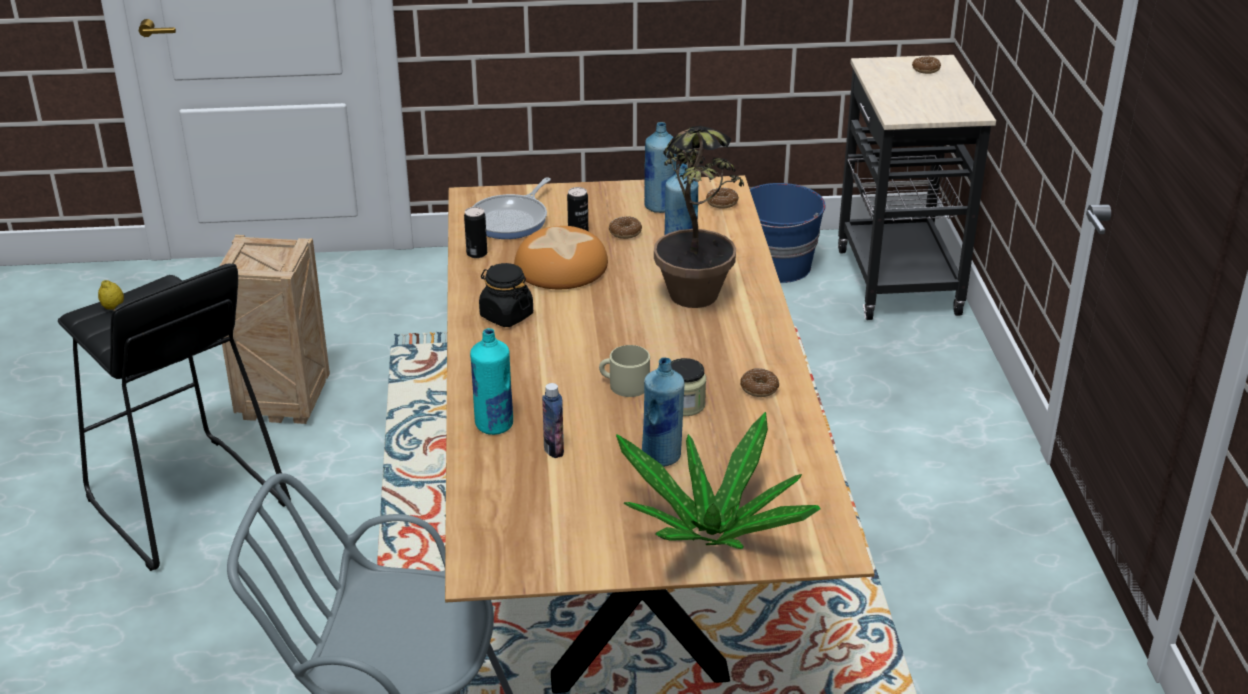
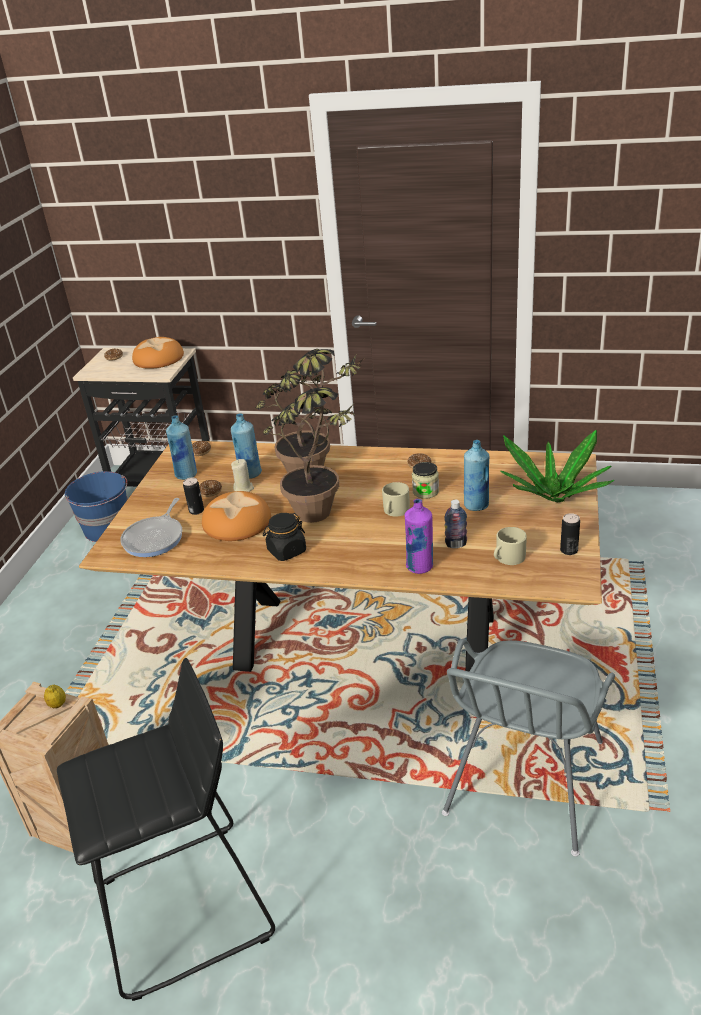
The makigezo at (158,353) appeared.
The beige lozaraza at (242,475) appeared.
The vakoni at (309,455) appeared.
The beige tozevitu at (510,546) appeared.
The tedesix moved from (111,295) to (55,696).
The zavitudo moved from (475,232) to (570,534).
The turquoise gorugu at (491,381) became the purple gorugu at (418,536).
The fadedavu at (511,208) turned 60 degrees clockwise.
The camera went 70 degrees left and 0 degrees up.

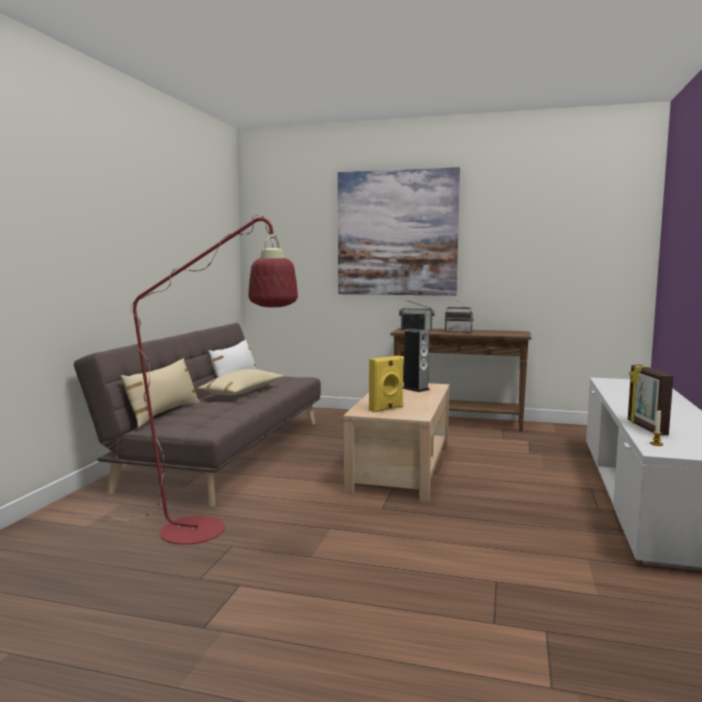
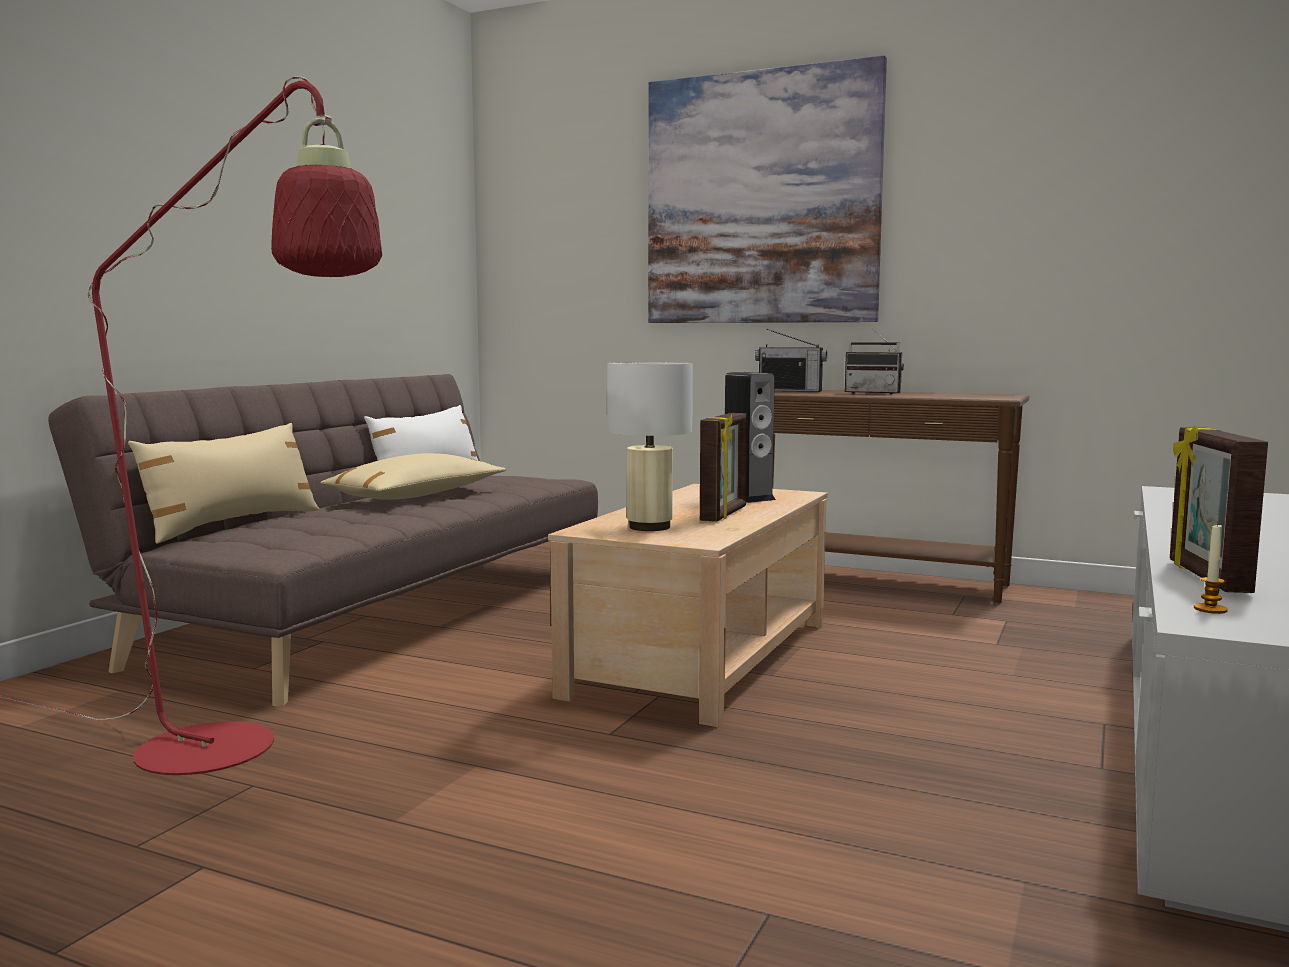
The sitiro at (723,467) appeared.
The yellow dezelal at (386,384) was replaced by the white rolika at (650,446).
The camera went 10 degrees right and 0 degrees up.

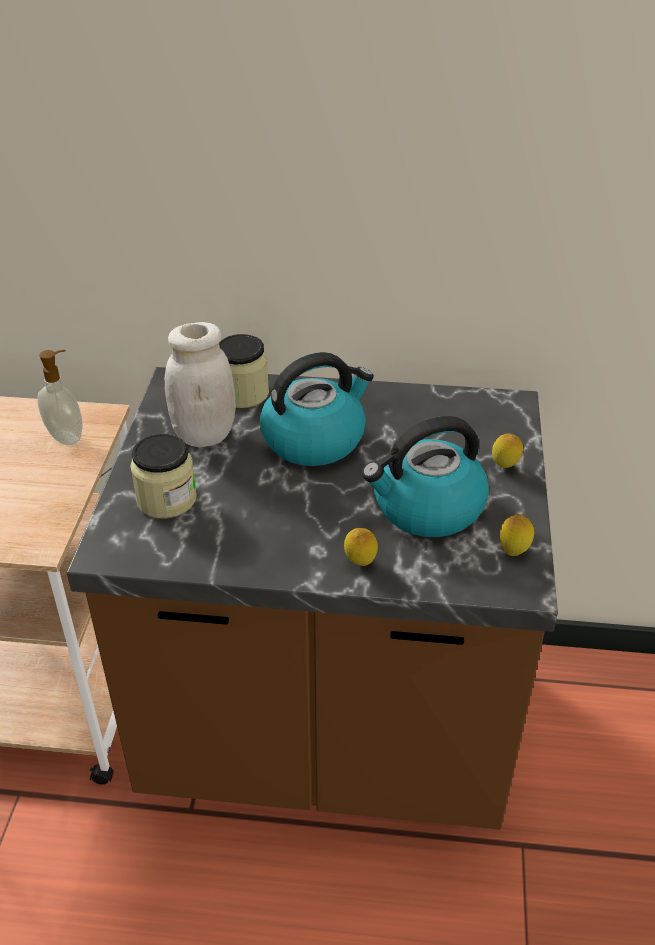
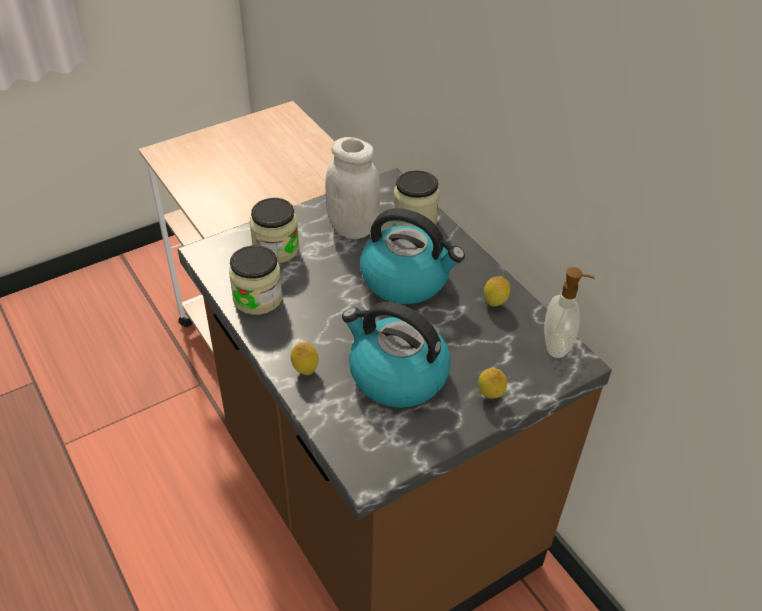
The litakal at (255,280) appeared.
The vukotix moved from (60,397) to (569,312).
The tedesix moved from (517,535) to (497,291).
The camera went 50 degrees right and 5 degrees up.

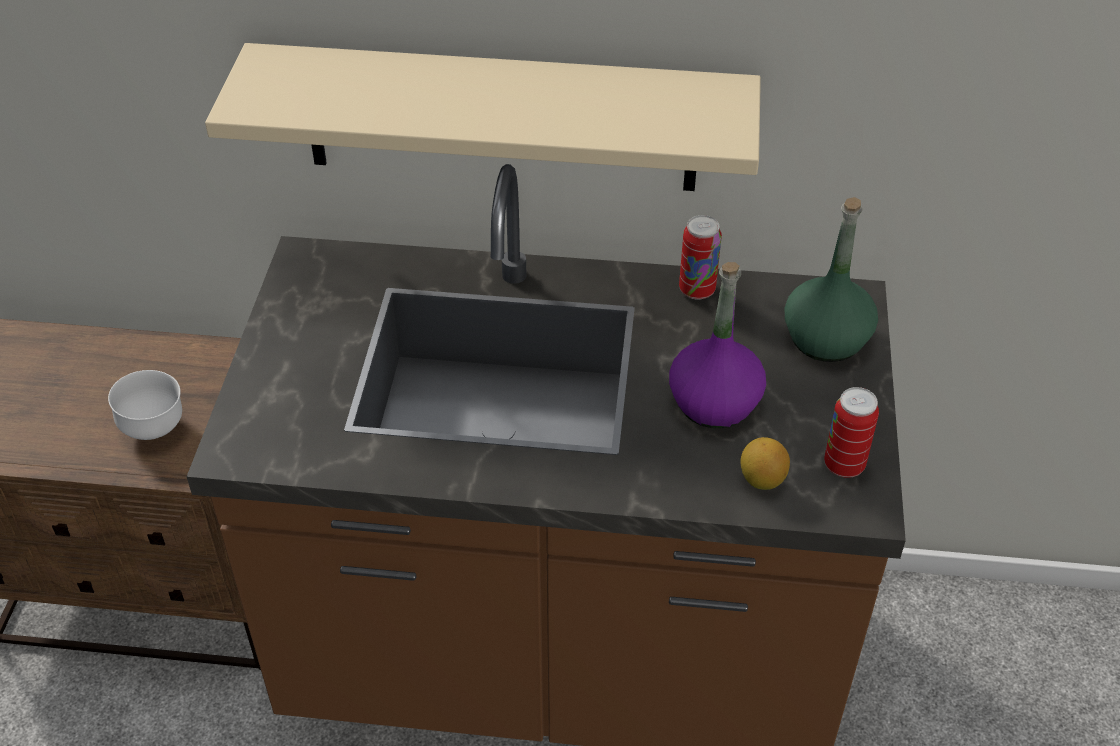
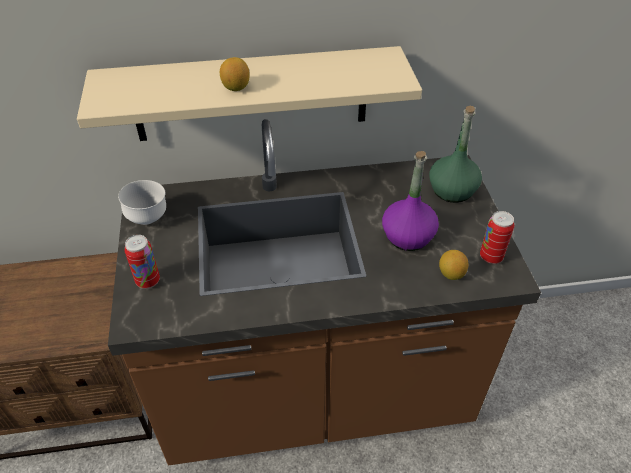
The tedesix at (235,74) appeared.
The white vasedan moved from (145,405) to (142,202).
The zavitudo moved from (700,257) to (142,262).
The camera went 15 degrees left and 0 degrees up.

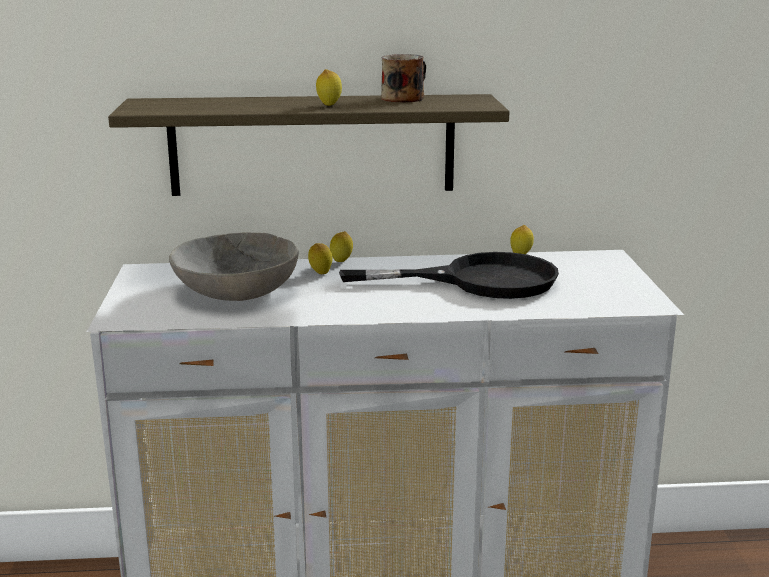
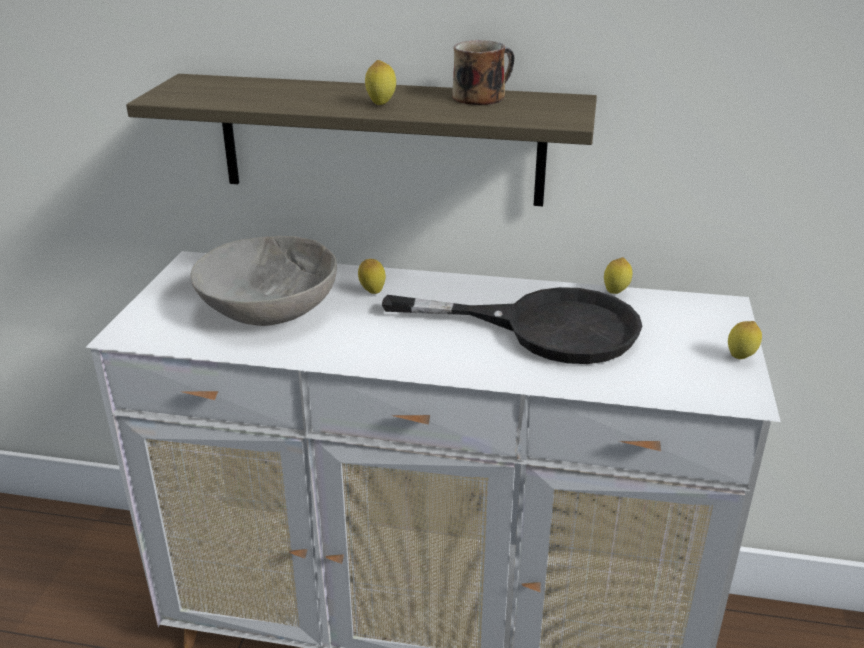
The tedesix moved from (341,246) to (745,340).
The camera went 15 degrees right and 10 degrees up.

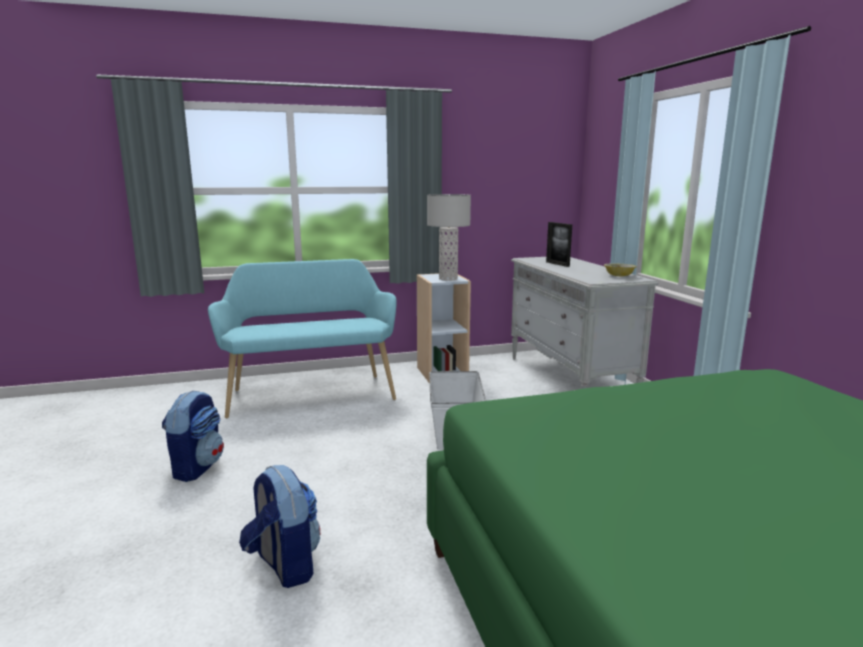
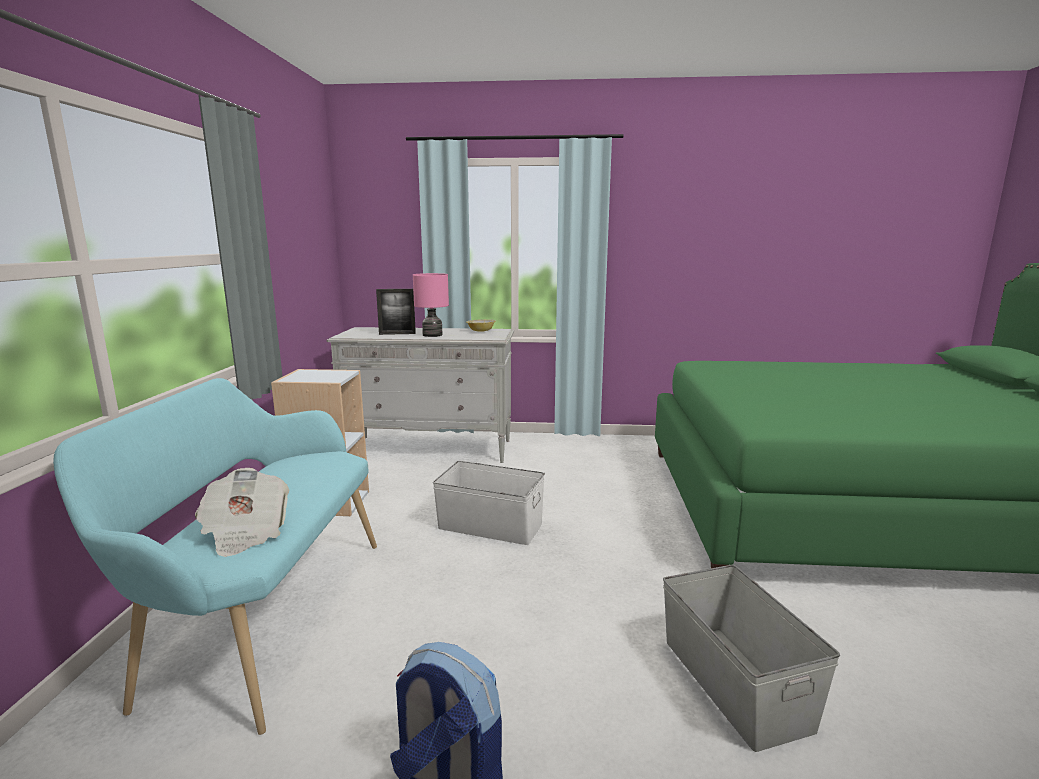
The white rolika at (449,237) disappeared.
The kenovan at (242,512) appeared.
The pink rolika at (431,305) appeared.
The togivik at (280,526) was replaced by the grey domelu at (751,658).
The camera went 70 degrees left and 0 degrees up.

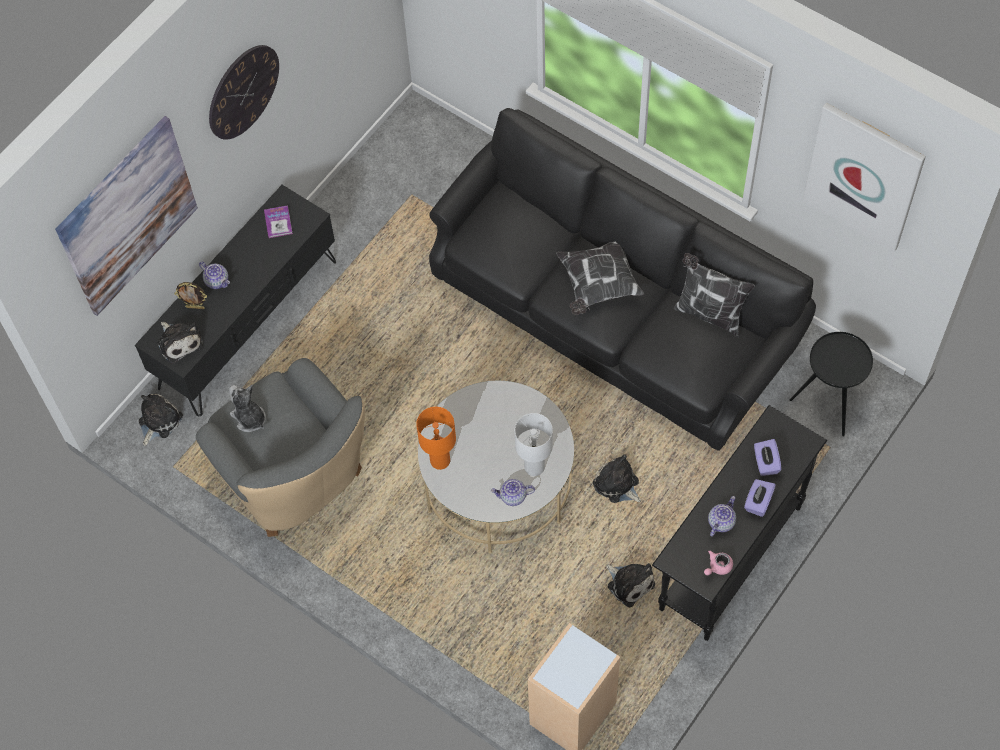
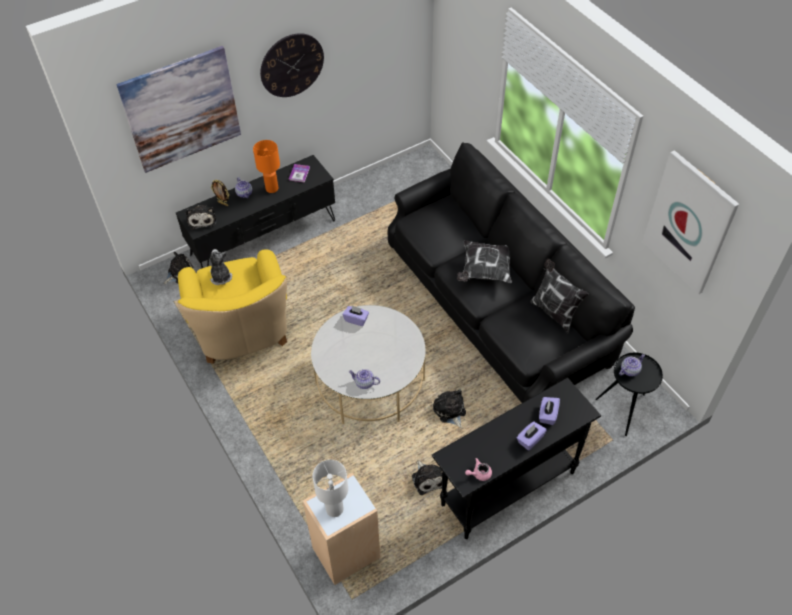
The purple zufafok at (356,315) appeared.
The orange rolika moved from (436,438) to (266,166).
The white rolika moved from (534,444) to (330,488).
The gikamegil moved from (722,516) to (632,365).
The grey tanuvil at (280,447) became the yellow tanuvil at (232,306).
The camera went 20 degrees right and 10 degrees down.

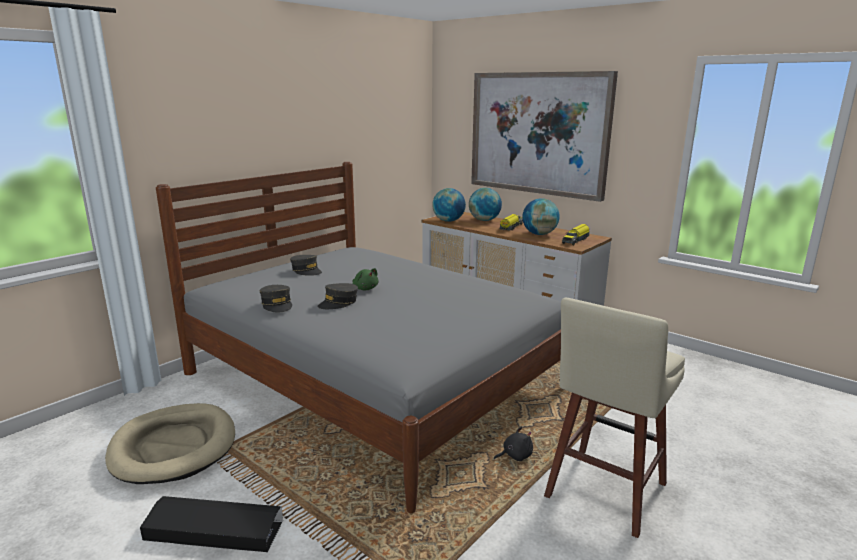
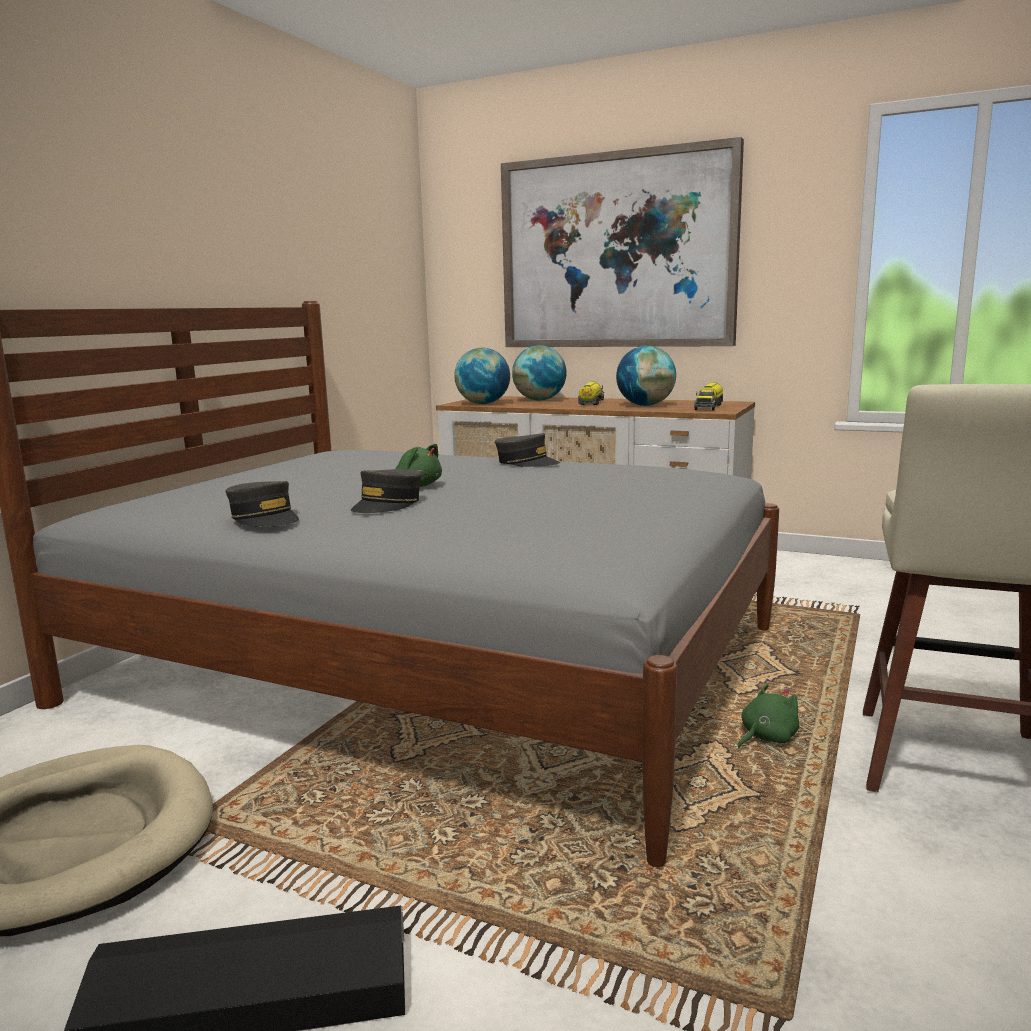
The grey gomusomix moved from (306,265) to (527,450).
The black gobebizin at (513,444) became the green gobebizin at (769,715).
The camera went 15 degrees left and 5 degrees down.

